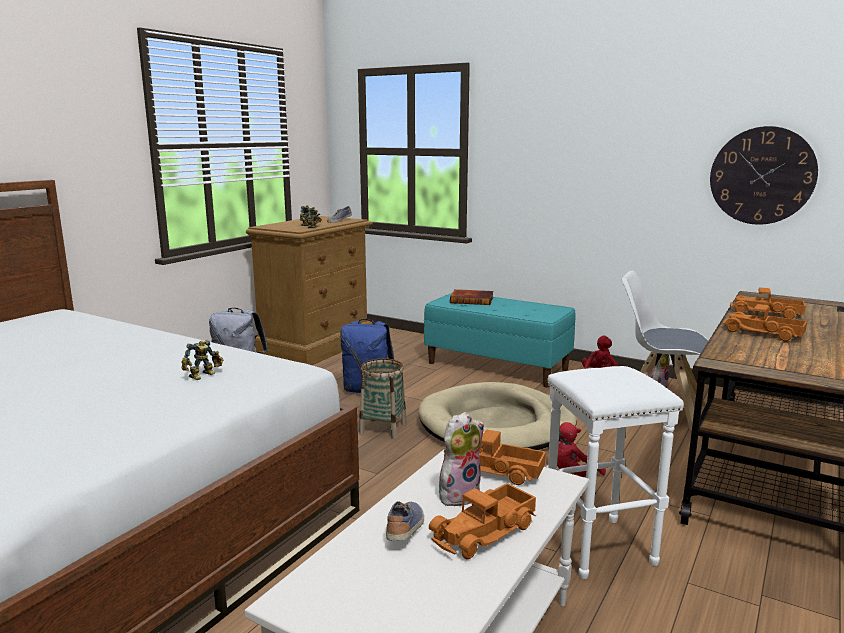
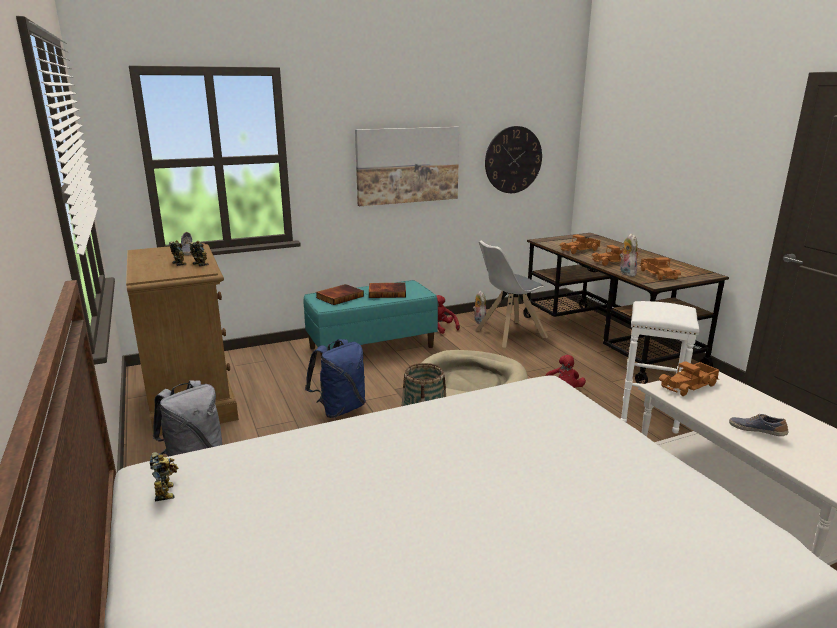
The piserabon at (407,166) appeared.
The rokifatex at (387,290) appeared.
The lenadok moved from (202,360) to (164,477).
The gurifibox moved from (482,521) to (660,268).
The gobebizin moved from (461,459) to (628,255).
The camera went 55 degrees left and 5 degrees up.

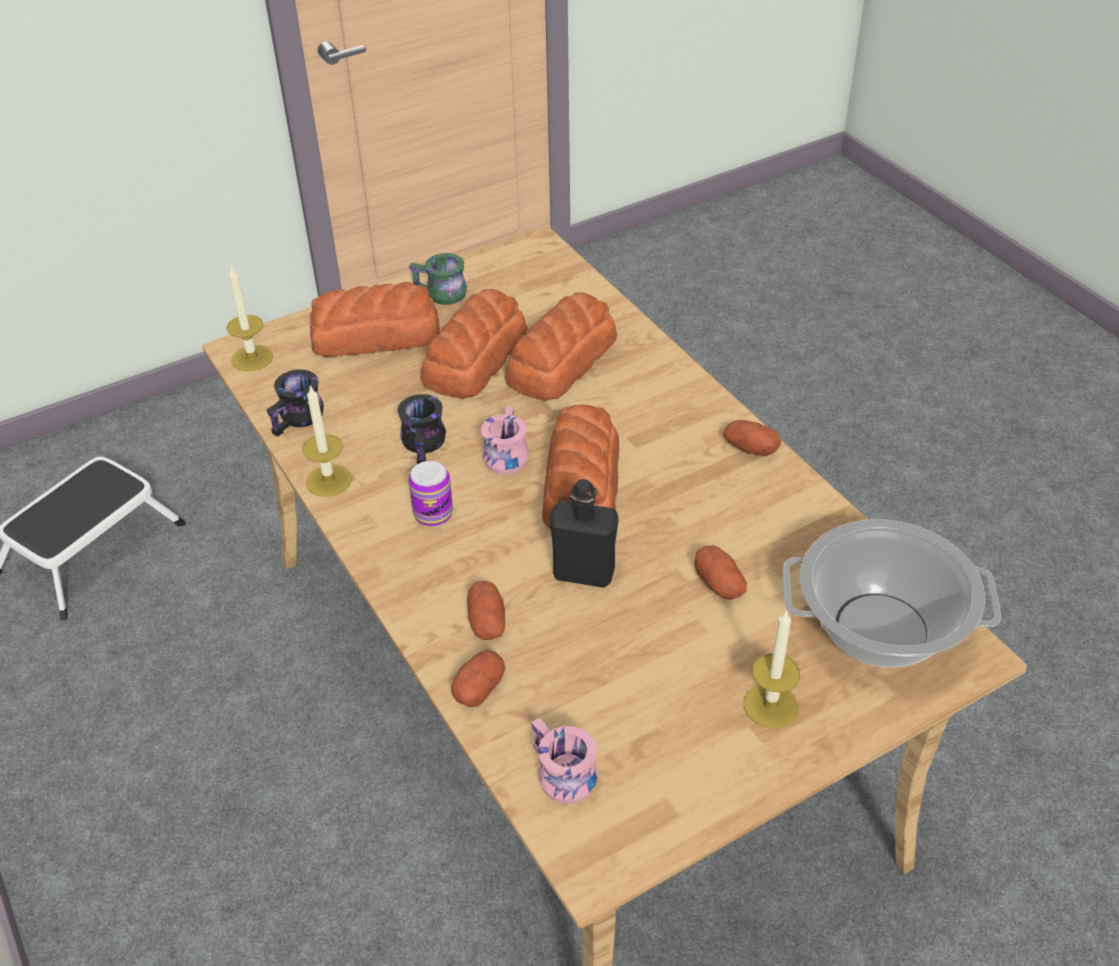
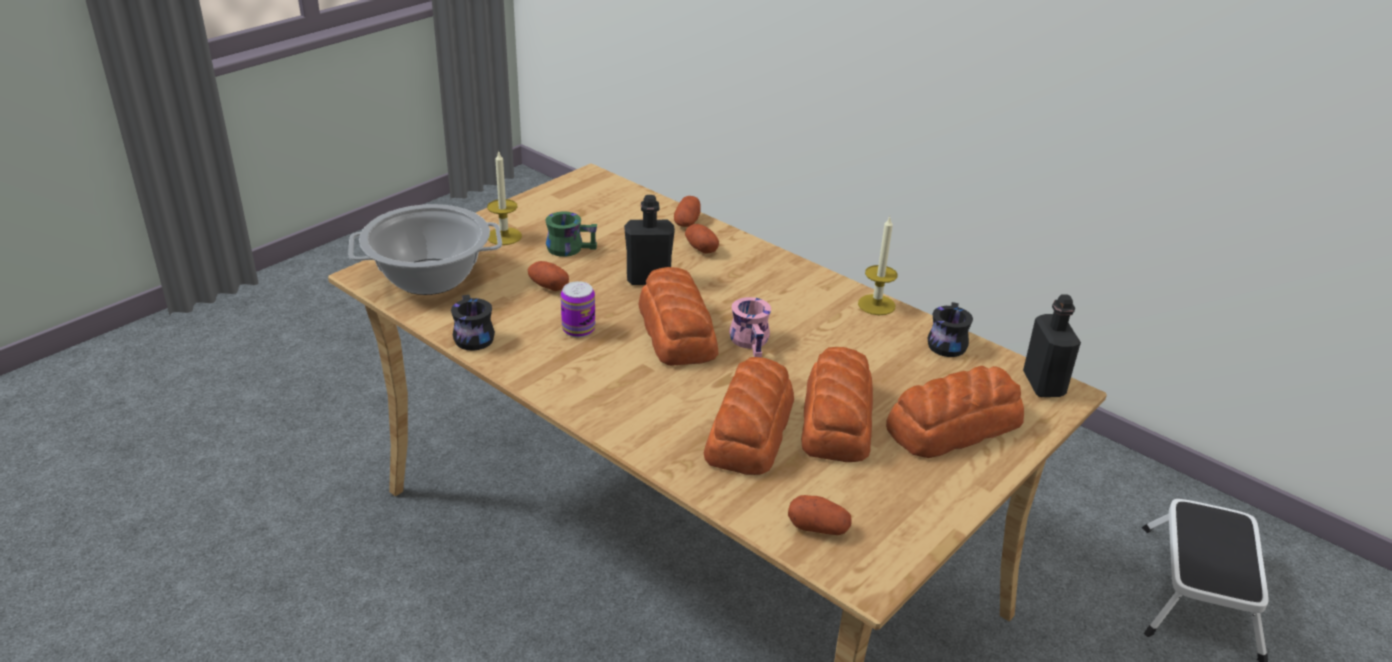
The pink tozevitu at (564,761) disappeared.
The black tozevitu moved from (421,429) to (473,323).
The green tozevitu moved from (438,279) to (571,234).
The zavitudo moved from (431,494) to (578,309).
The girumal moved from (752,438) to (820,515).
The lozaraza at (250,319) was replaced by the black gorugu at (1052,345).
The camera went 160 degrees right and 10 degrees down.

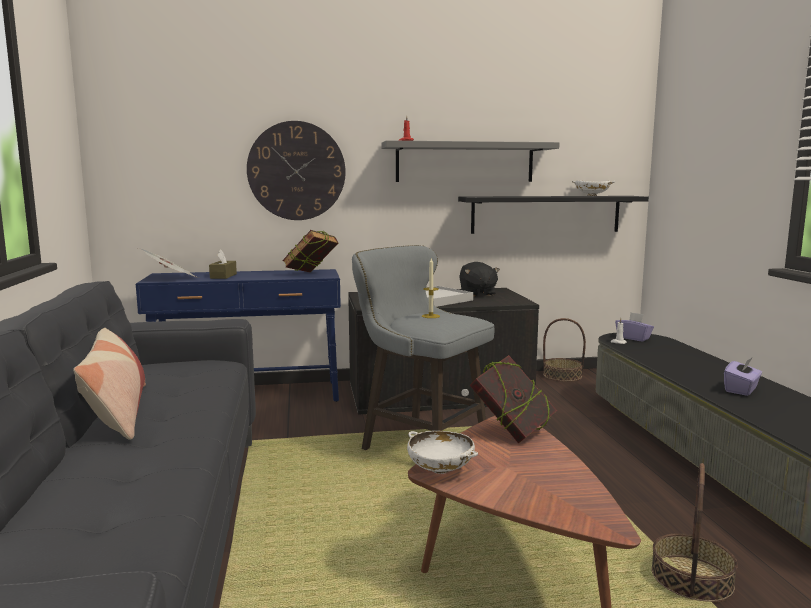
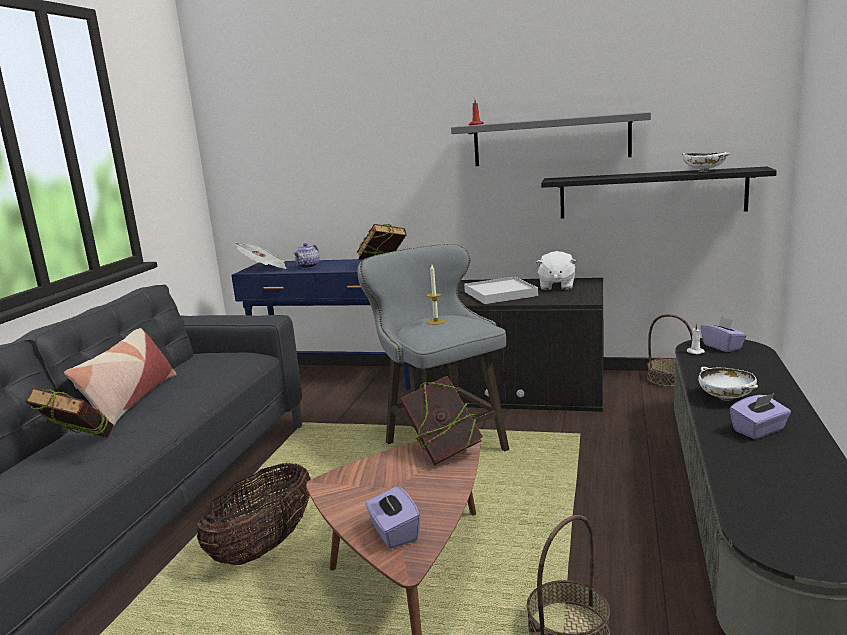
The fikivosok at (296,170) disappeared.
The rokifatex at (69,412) appeared.
The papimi at (254,514) appeared.
The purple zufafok at (393,517) appeared.
The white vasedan moved from (442,452) to (728,384).
The brown zufafok at (223,264) was replaced by the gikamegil at (306,255).
The black gobebizin at (479,279) became the white gobebizin at (556,270).
The camera went 25 degrees right and 5 degrees up.

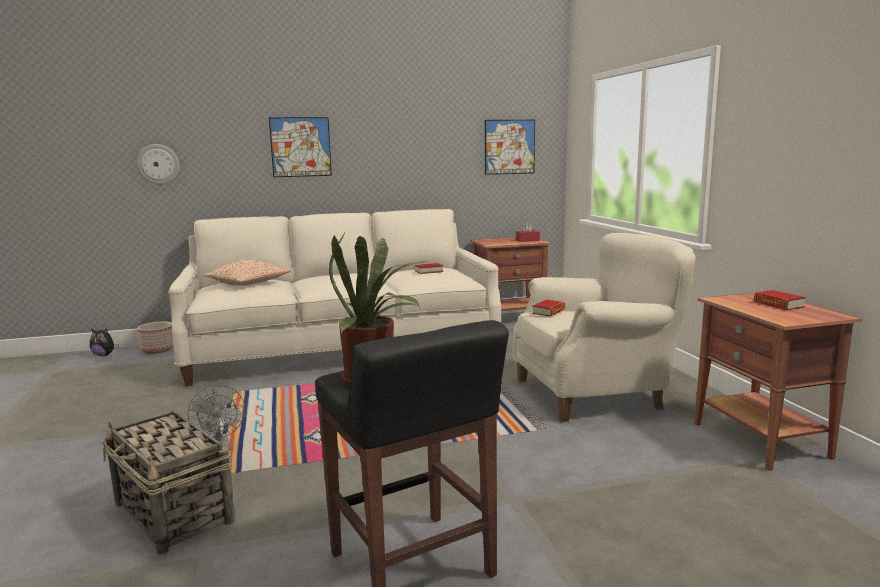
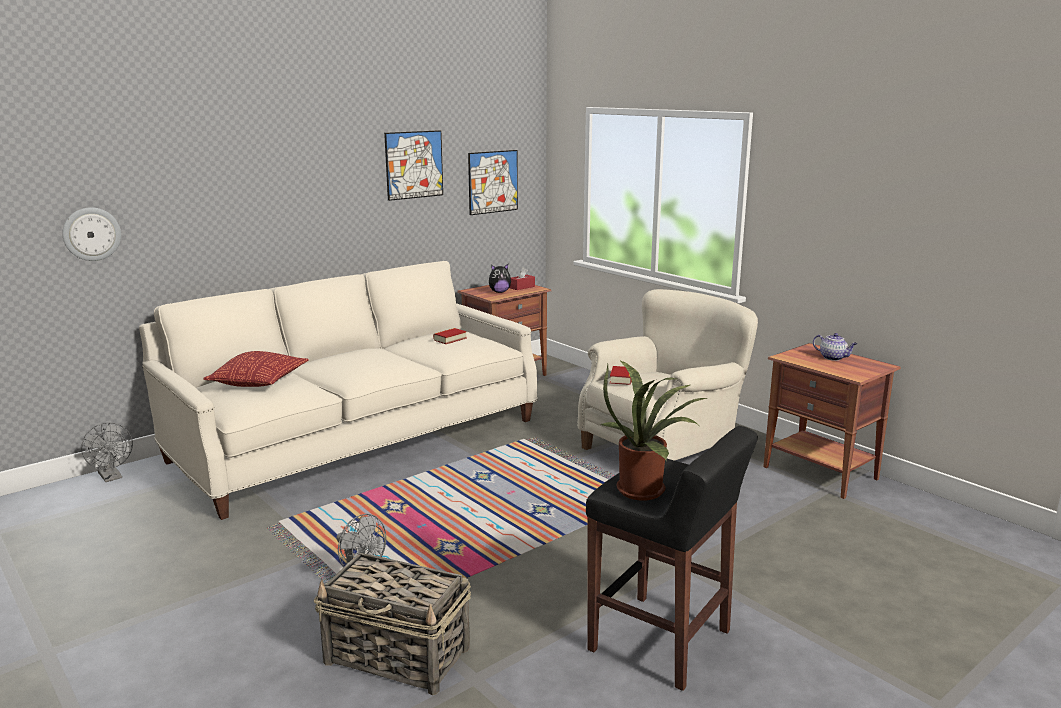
The gobebizin moved from (104,342) to (500,278).
The piserabon moved from (300,147) to (413,165).
The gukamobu at (155,337) was replaced by the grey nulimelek at (107,452).
The rokifatex at (780,300) was replaced by the gikamegil at (835,347).
The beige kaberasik at (247,273) became the red kaberasik at (256,369).
The camera went 25 degrees left and 5 degrees up.

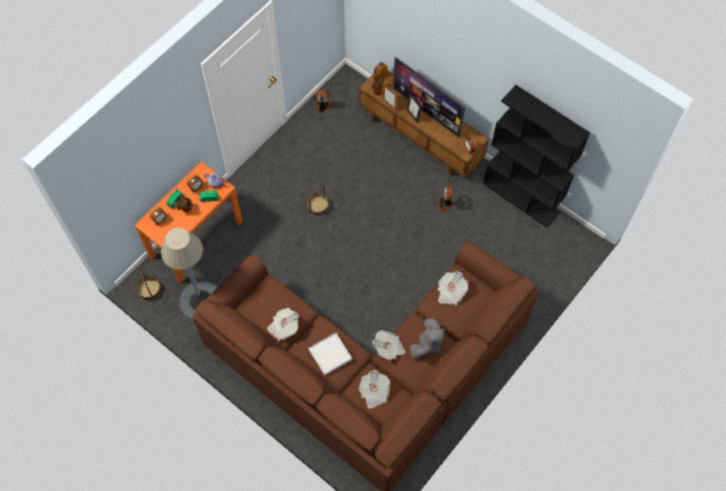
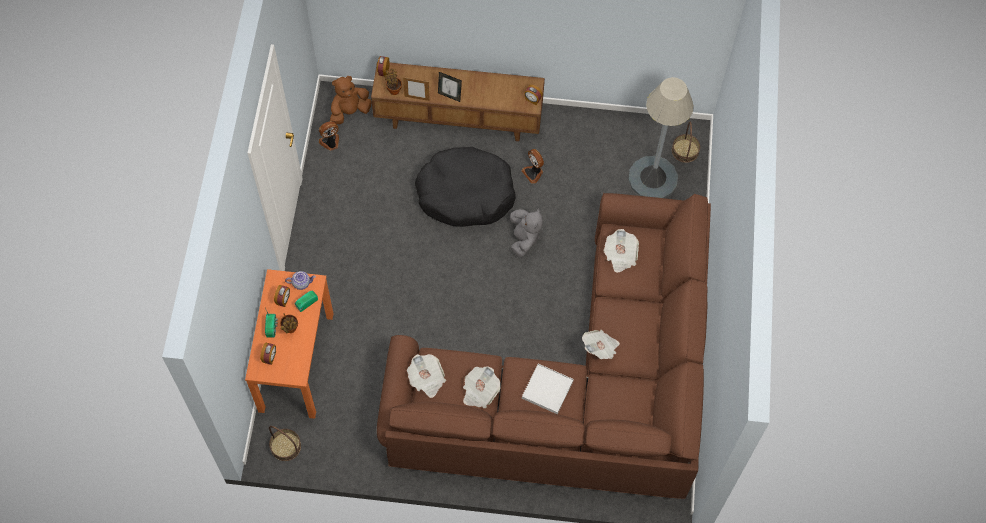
The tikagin at (429,97) disappeared.
The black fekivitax at (536,156) disappeared.
The brown gobebizin at (351,100) appeared.
The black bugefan at (465,187) appeared.
The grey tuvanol moved from (189,274) to (661,137).
The papimi moved from (317,200) to (686,142).
The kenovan moved from (374,389) to (426,376).
The grey gobebizin moved from (427,338) to (526,232).
The camera went 35 degrees left and 0 degrees up.

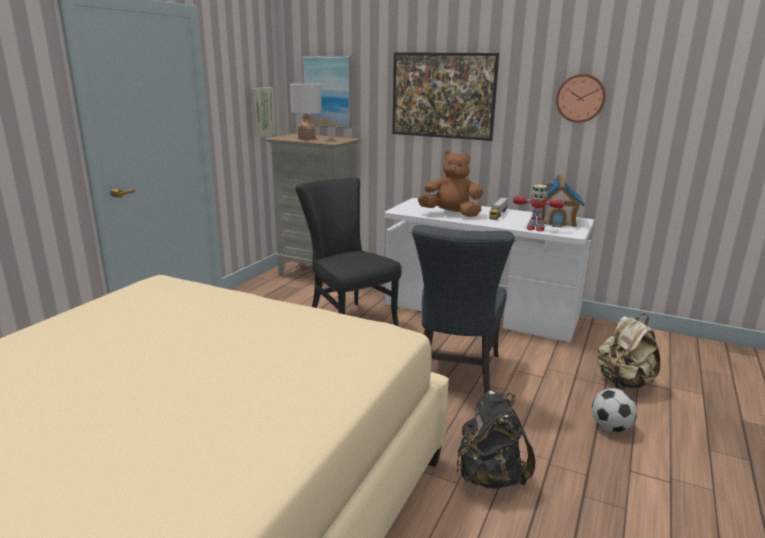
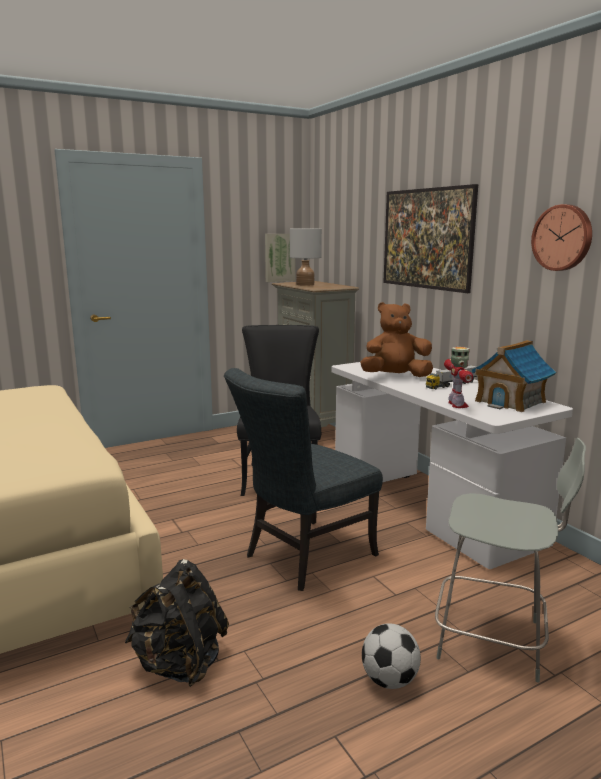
The piserabon at (327,92) disappeared.
The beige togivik at (628,351) was replaced by the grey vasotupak at (510,560).
The brown gobebizin at (450,184) turned 60 degrees counterclockwise.
The lenadok at (538,208) turned 150 degrees counterclockwise.
The camera went 35 degrees right and 5 degrees down.

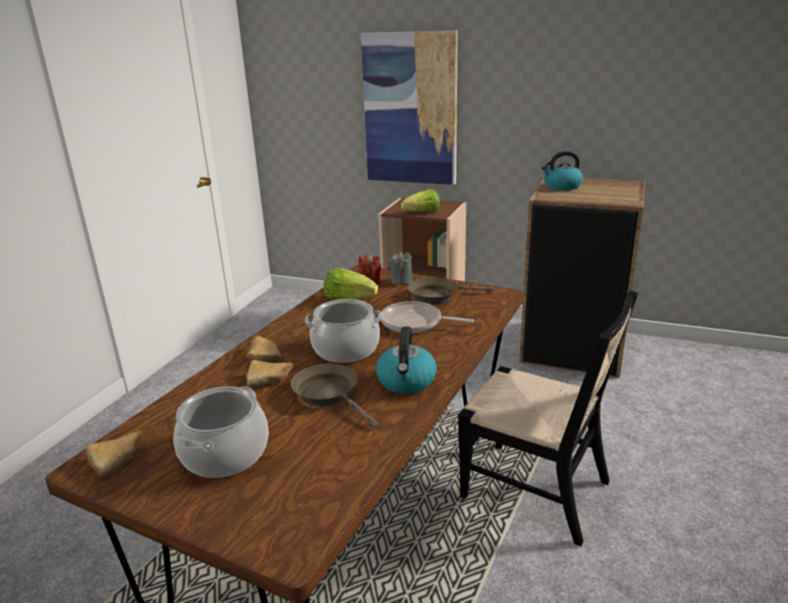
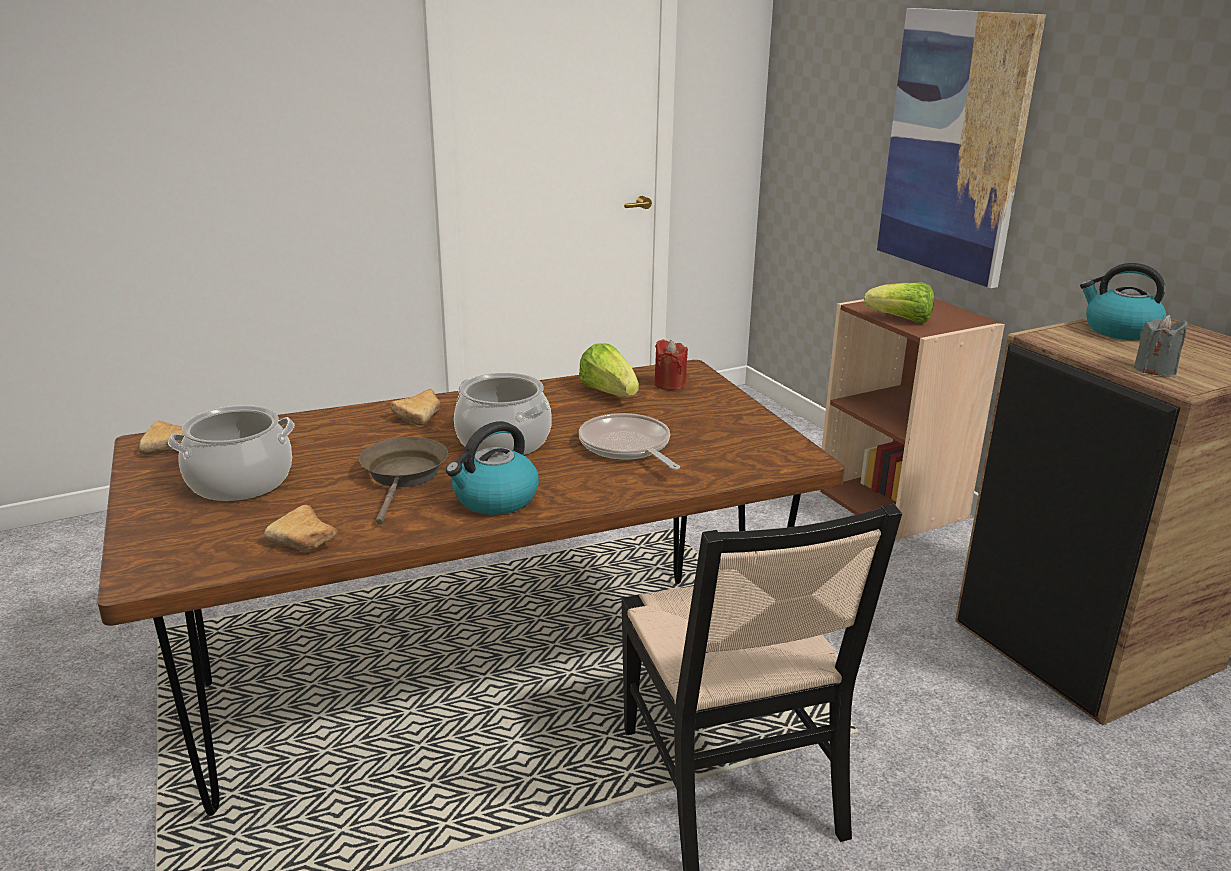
The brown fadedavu at (451,291) disappeared.
The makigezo moved from (269,374) to (301,528).
The grey lozaraza moved from (401,268) to (1160,345).
The camera went 40 degrees right and 0 degrees up.

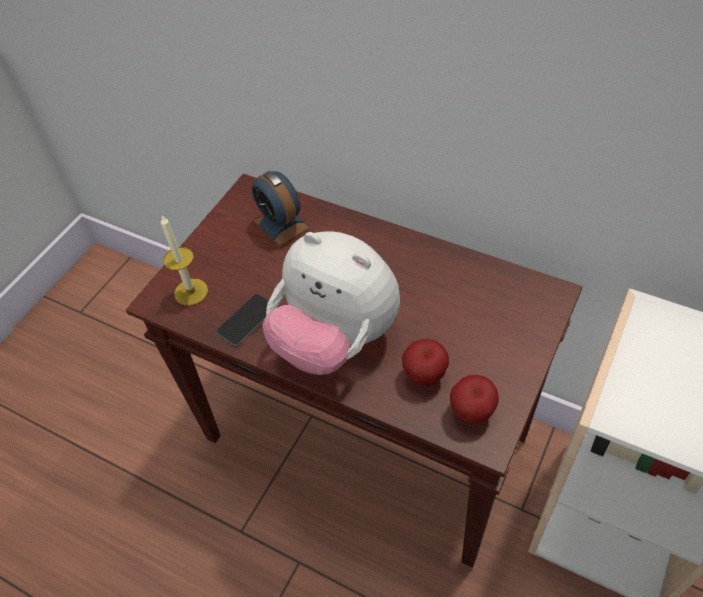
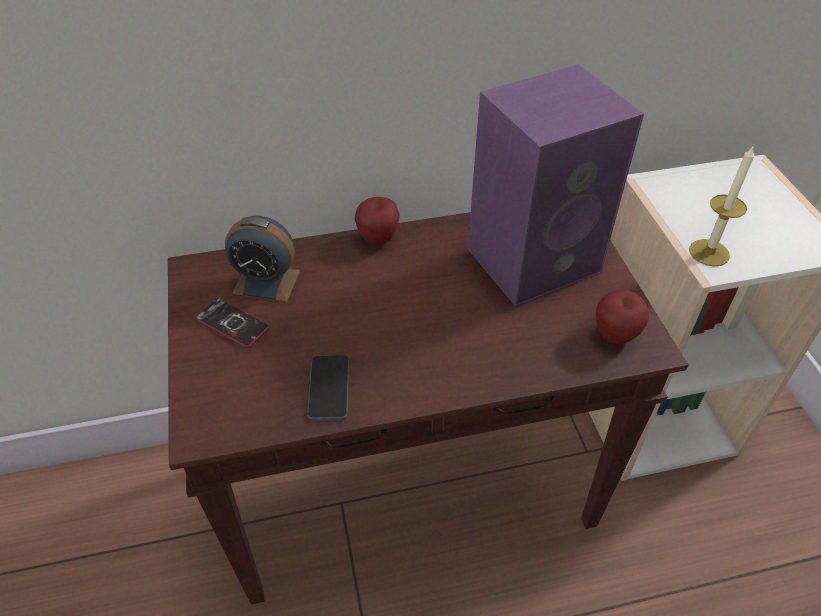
The gobebizin at (331,303) disappeared.
The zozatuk at (232,323) appeared.
The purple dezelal at (556,185) appeared.
The lozaraza moved from (184,261) to (721,206).
The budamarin moved from (425,362) to (377,220).
The camera went 45 degrees left and 5 degrees down.

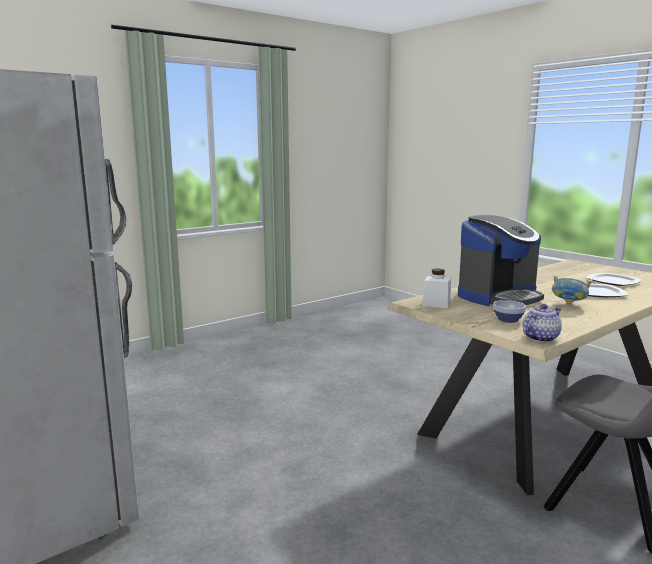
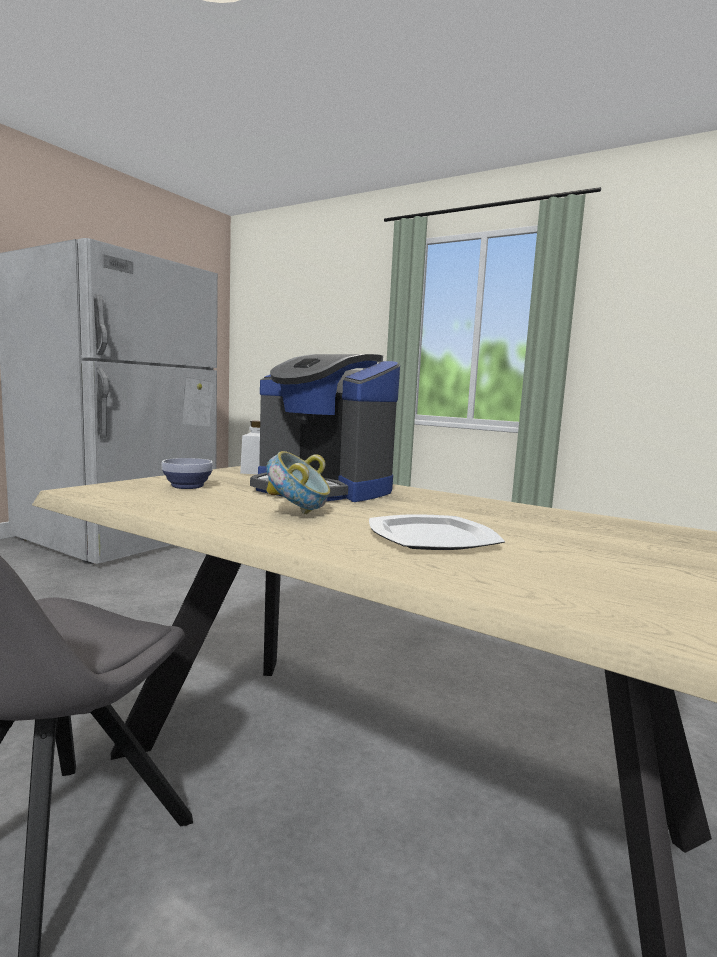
The gikamegil at (542,323) disappeared.
The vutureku at (613,279) disappeared.
The camera went 70 degrees right and 5 degrees down.

